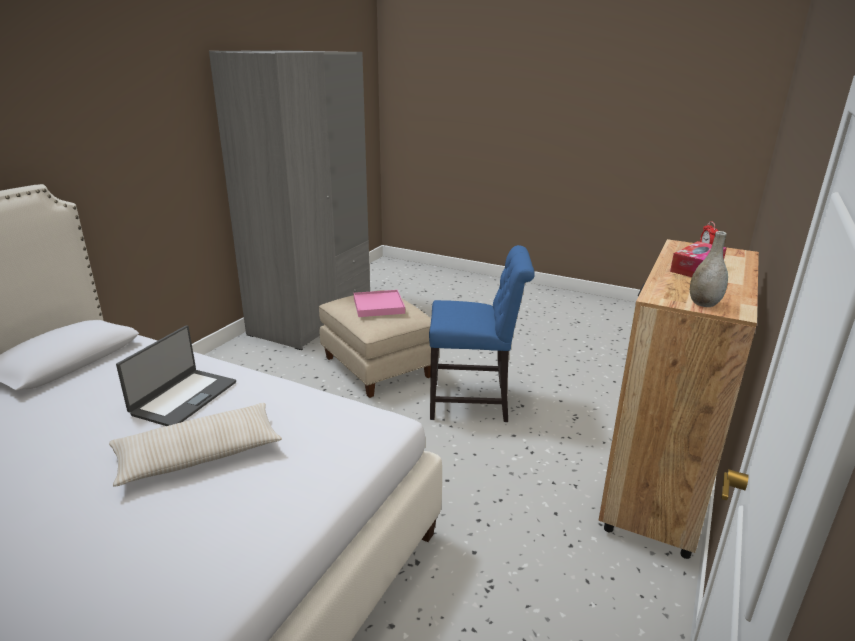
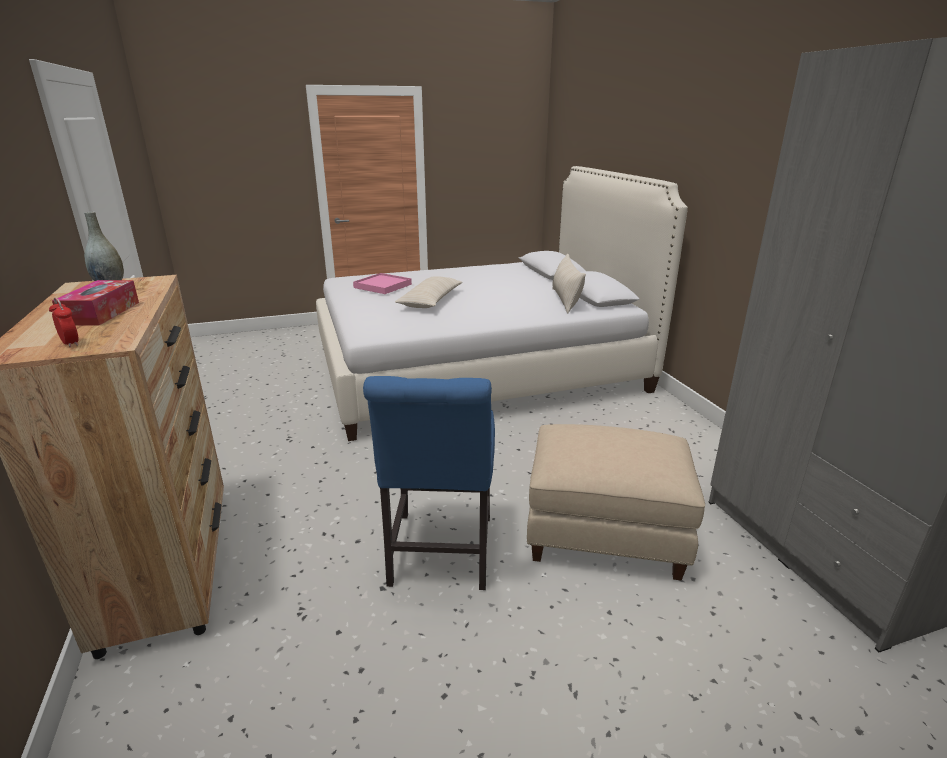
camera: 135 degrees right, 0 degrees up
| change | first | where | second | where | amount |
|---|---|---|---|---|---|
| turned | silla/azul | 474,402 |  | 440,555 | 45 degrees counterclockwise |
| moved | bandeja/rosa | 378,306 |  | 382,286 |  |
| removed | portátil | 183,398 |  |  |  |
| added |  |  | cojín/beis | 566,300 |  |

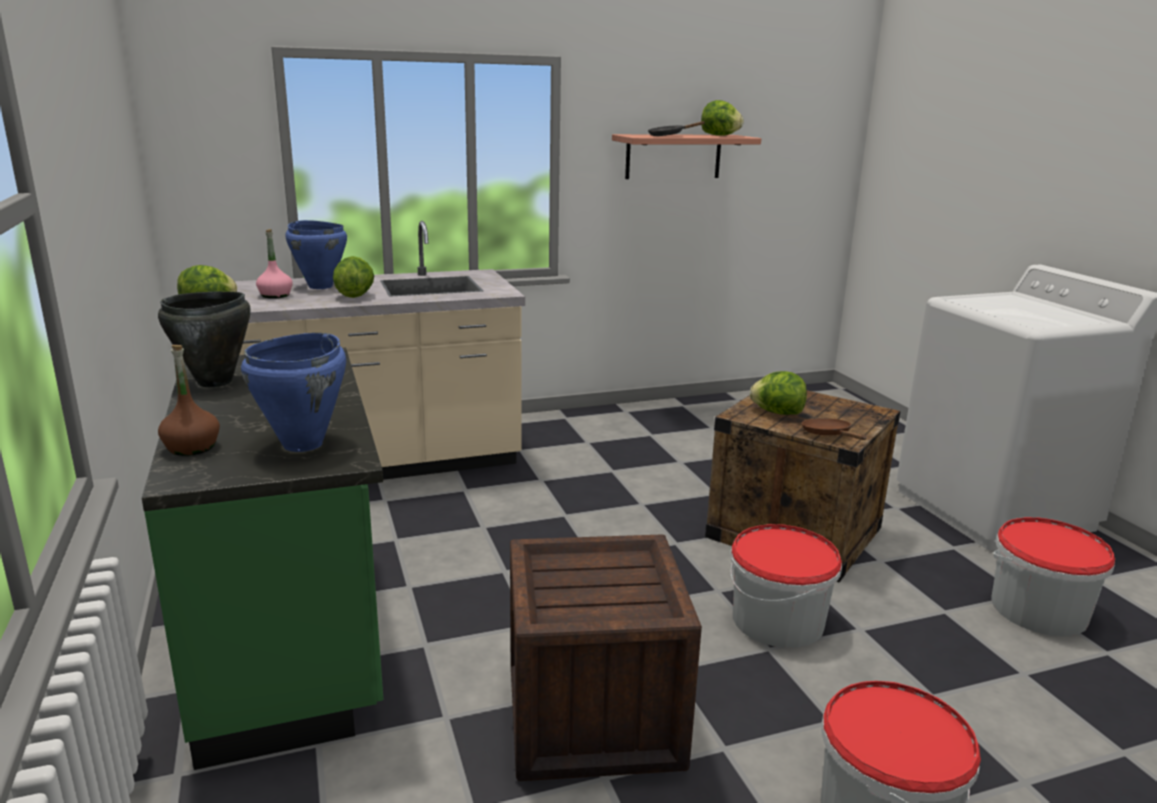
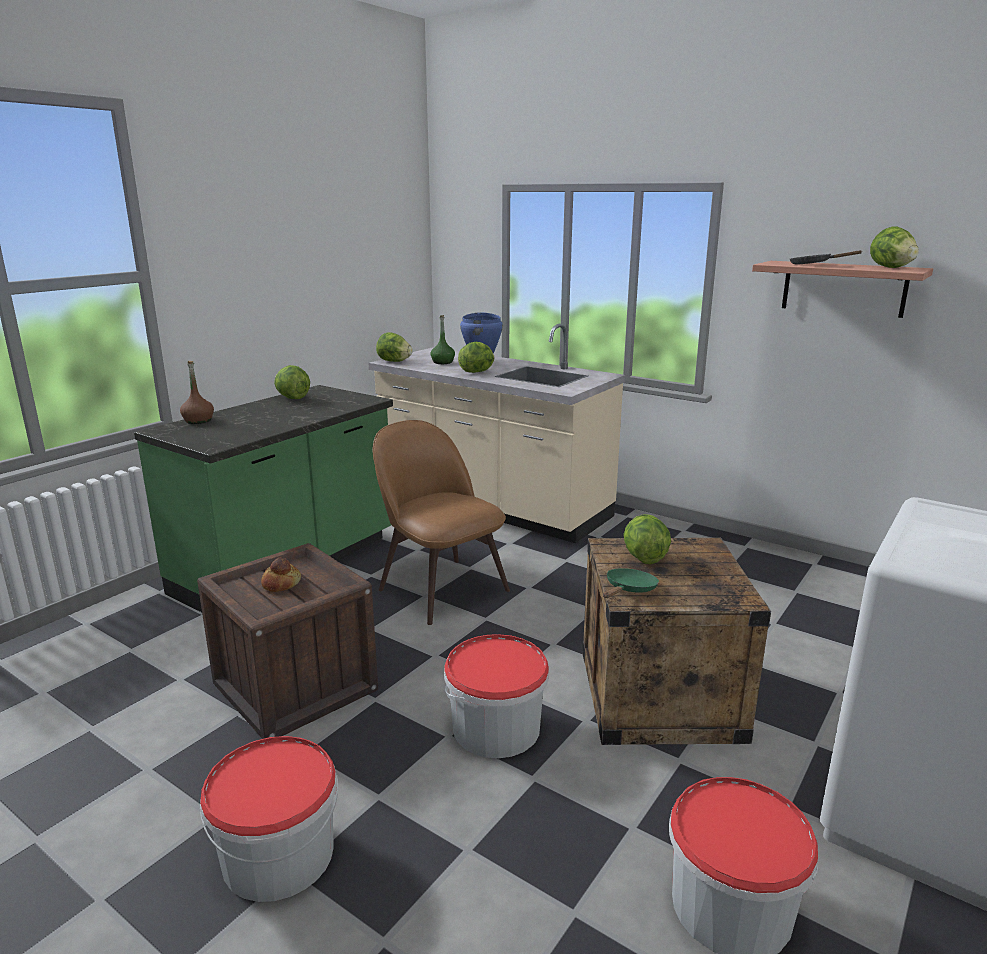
camera: 55 degrees right, 0 degrees up
| change | first | where | second | where | amount |
|---|---|---|---|---|---|
| recoloured | botella/rosa | 275,295 | botella/verde | 442,362 |  |
| replaced | olla/negro | 215,382 | lechuga | 292,398 |  |
| removed | olla/azul | 304,444 |  |  |  |
| recoloured | sartén/marrón | 829,435 | sartén/verde | 629,590 |  |
| added |  |  | silla/marrón | 440,587 |  |
| added |  |  | pan | 281,583 |  |

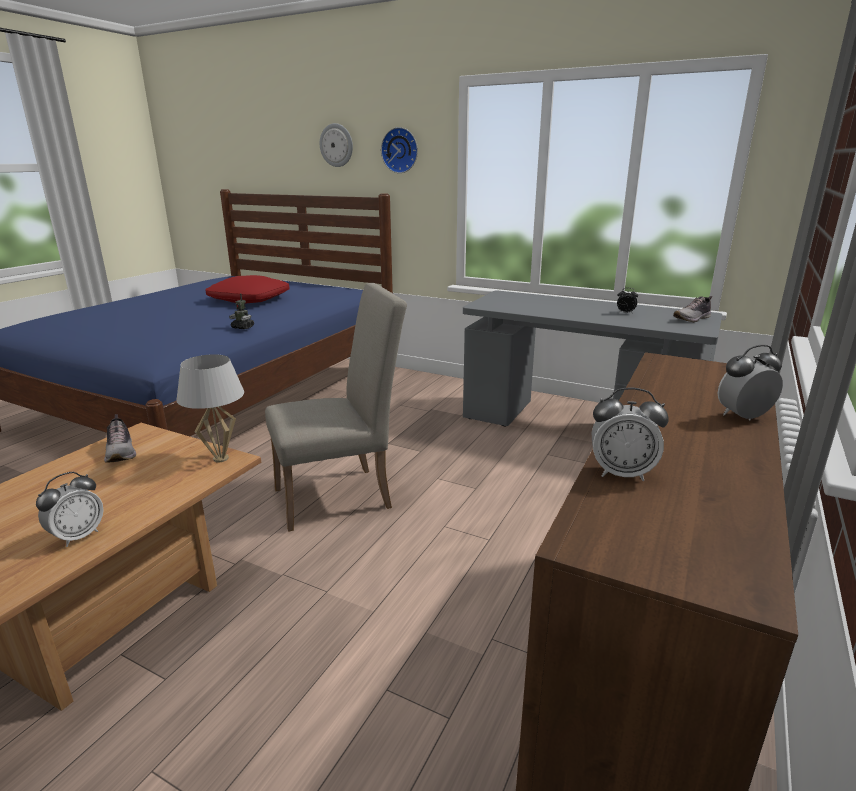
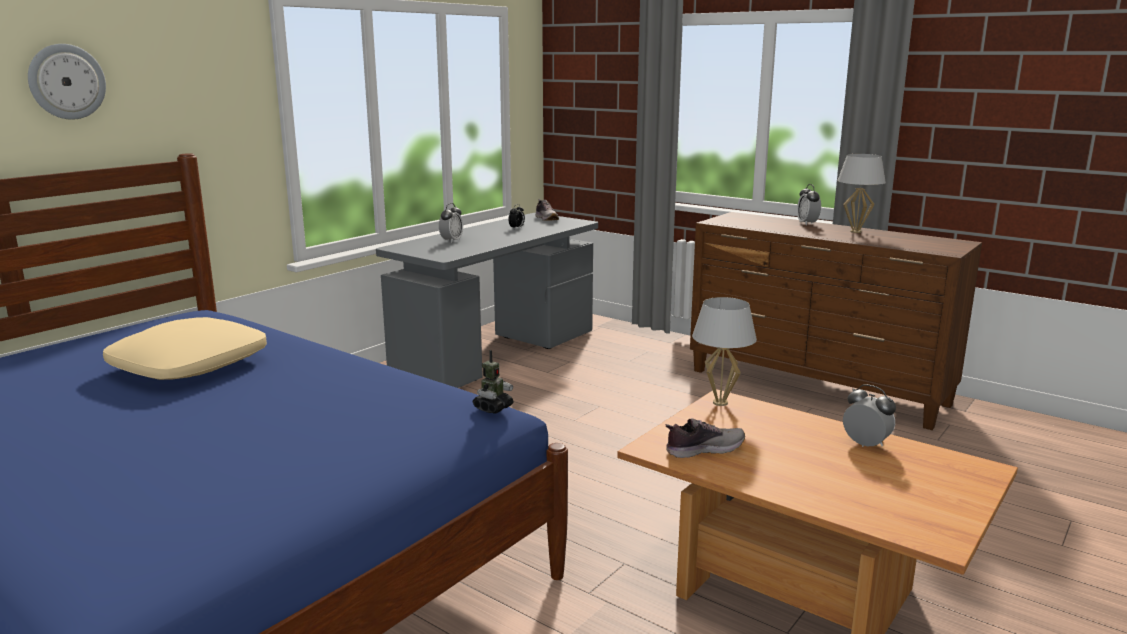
camera: 80 degrees left, 5 degrees down
| change | first | where | second | where | amount |
|---|---|---|---|---|---|
| removed | reloj de pared | 400,150 |  |  |  |
| recoloured | cojín/rojo | 250,299 | cojín/beis | 189,365 |  |
| removed | silla/beis | 342,496 |  |  |  |
| moved | robot de juguete | 243,327 |  | 493,408 |  |
| moved | despertador | 621,473 |  | 451,241 |  |
| added |  |  | lámpara de mesa/blanco | 856,231 |  |

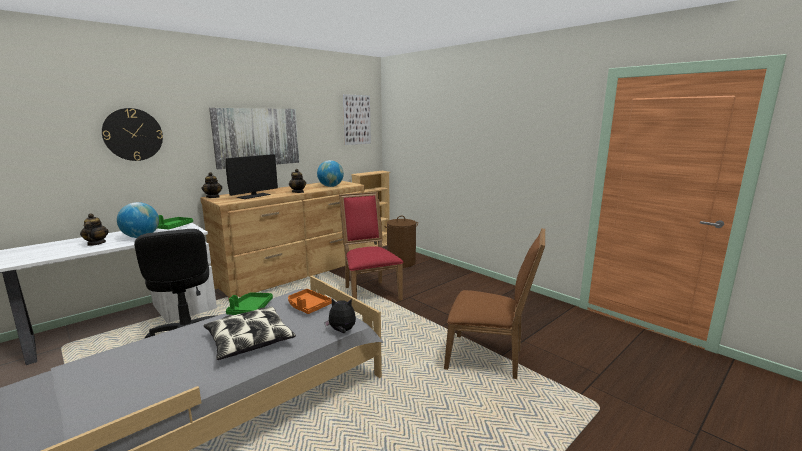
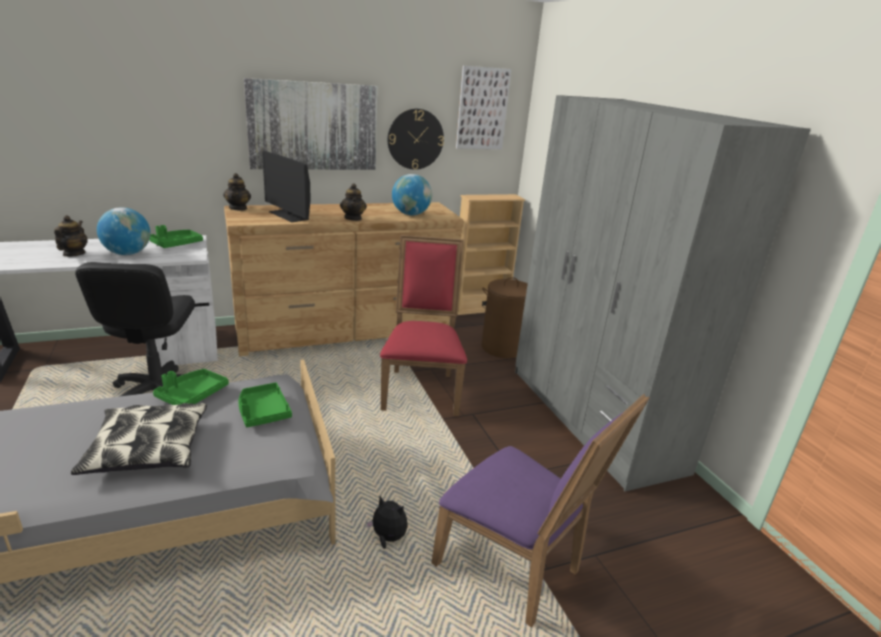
camera: 20 degrees right, 10 degrees up
| change | first | where | second | where | amount |
|---|---|---|---|---|---|
| moved | reloj de pared | 133,134 |  | 415,139 |  |
| turned | monitor | 254,196 |  | 288,215 | 75 degrees clockwise |
| recoloured | silla/marrón | 489,358 | silla/morado | 515,569 |  |
| recoloured | bandeja/naranja | 308,306 | bandeja/verde | 263,412 |  |
| moved | peluche | 342,331 |  | 387,538 |  |
| added |  |  | armario ropero/gris | 592,418 |  |

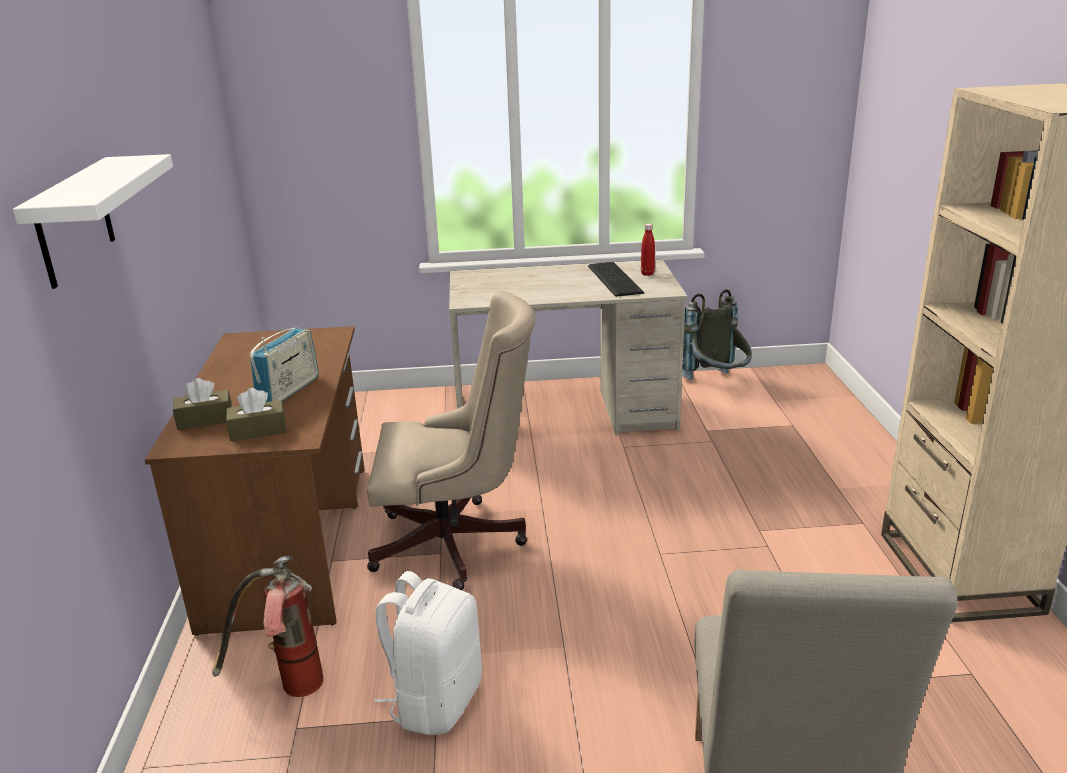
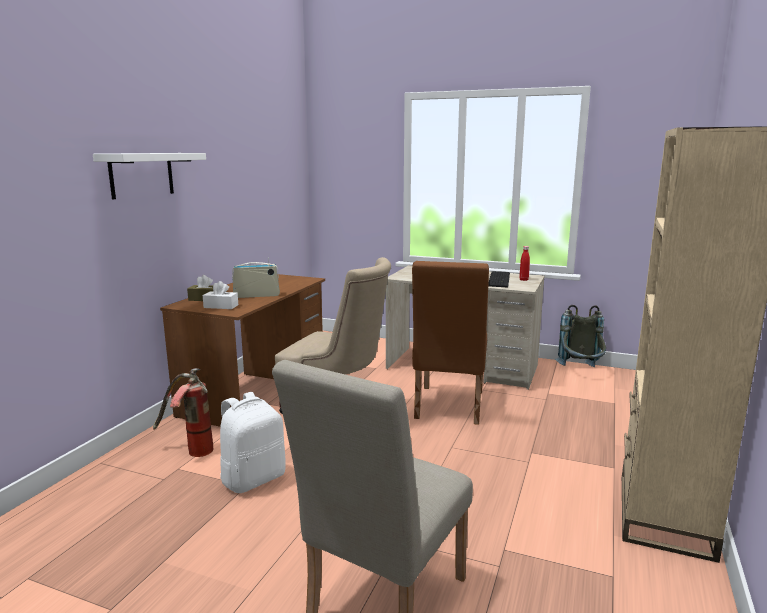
camera: 25 degrees right, 10 degrees down
| change | first | where | second | where | amount |
|---|---|---|---|---|---|
| turned | radio | 288,390 |  | 256,295 | 150 degrees counterclockwise |
| recoloured | caja de pañuelos/marrón | 258,430 | caja de pañuelos/blanco | 221,306 |  |
| added |  |  | silla/marrón | 448,408 |  |

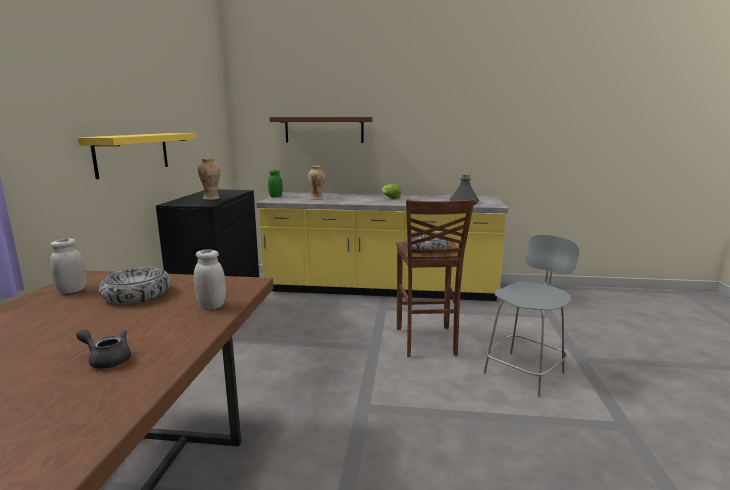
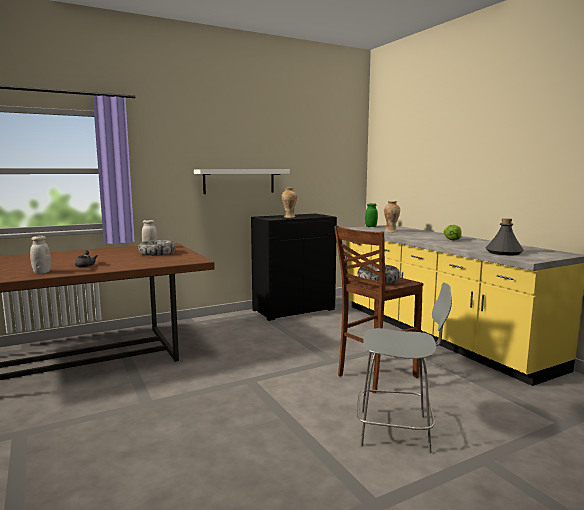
camera: 55 degrees right, 5 degrees down
| change | first | where | second | where | amount |
|---|---|---|---|---|---|
| removed | estante/marrón | 324,130 |  |  |  |
| recoloured | estante/amarillo | 133,153 | estante/blanco | 239,181 |  |
| moved | tarro/blanco | 212,305 |  | 42,272 |  |

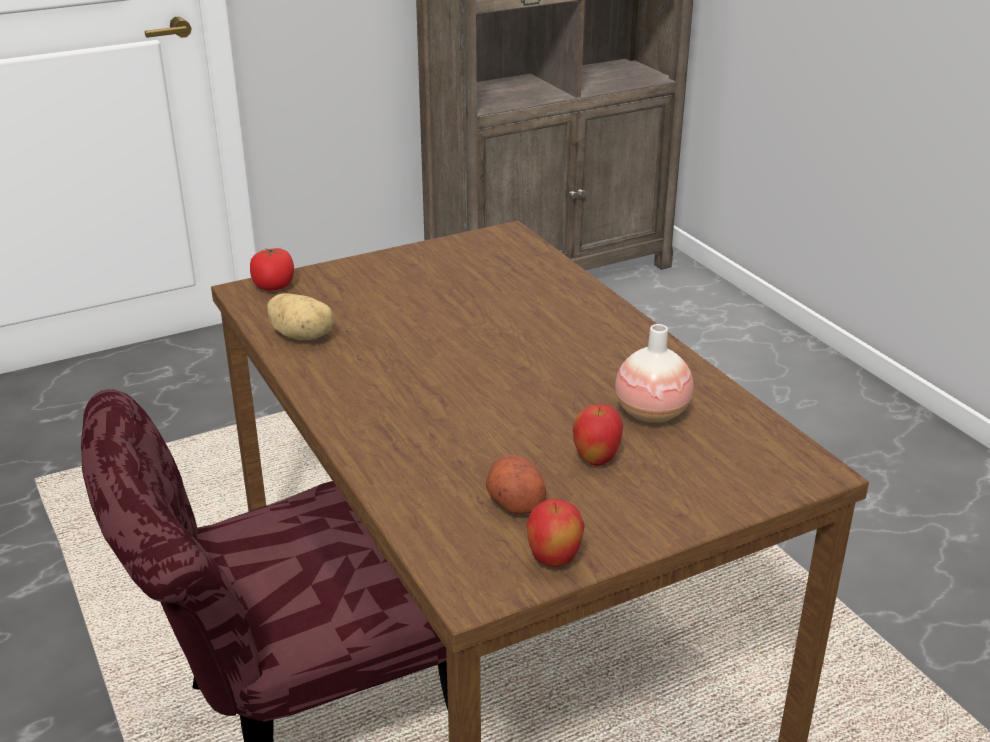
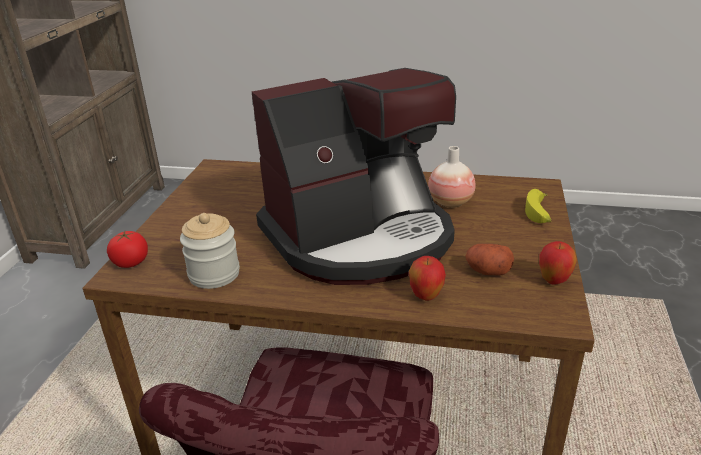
camera: 50 degrees left, 0 degrees up
| change | first | where | second | where | amount |
|---|---|---|---|---|---|
| replaced | patata | 303,336 | tarro | 214,274 |  |
| moved | manzana | 596,460 |  | 426,296 |  |
| added |  |  | cafetera | 360,238 |  |
| added |  |  | plátano | 539,213 |  |

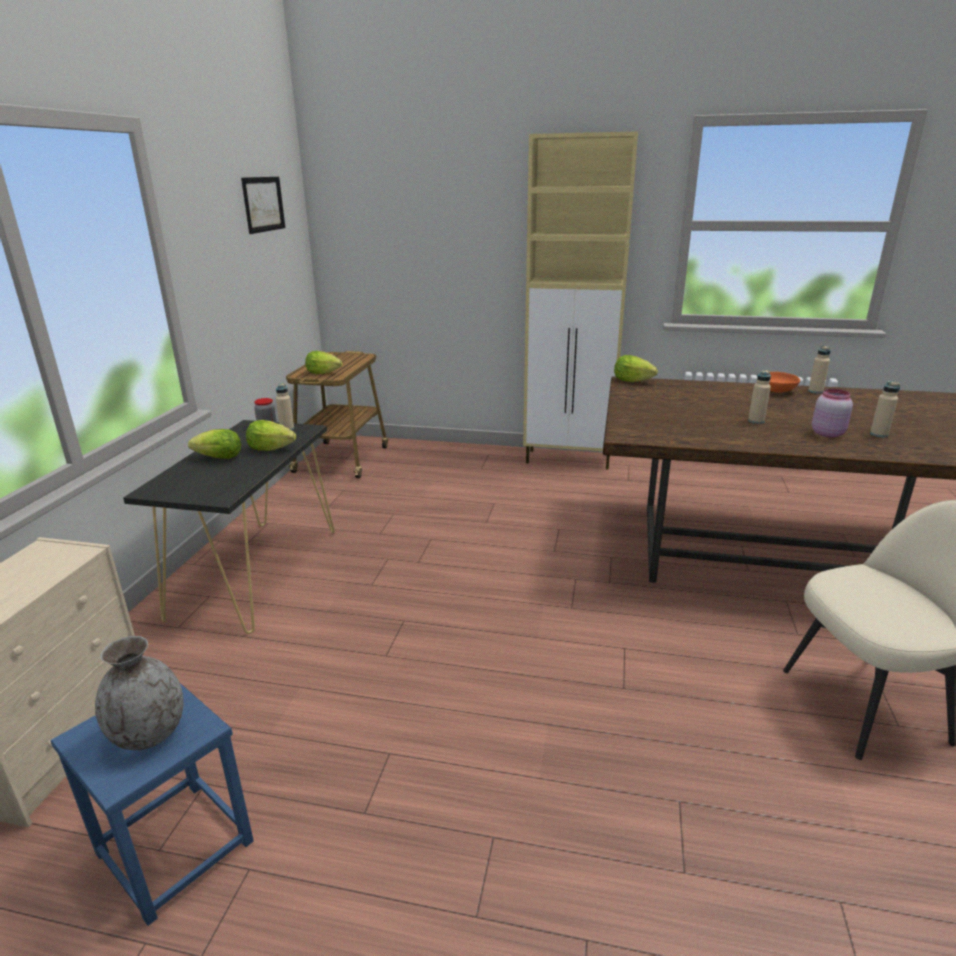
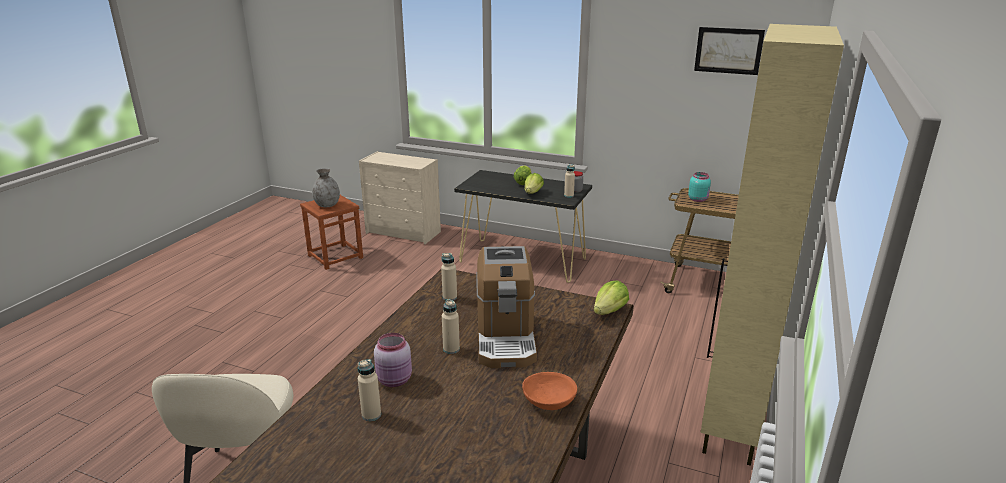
camera: 100 degrees right, 0 degrees up
| change | first | where | second | where | amount |
|---|---|---|---|---|---|
| moved | botella/beis | 815,391 |  | 449,297 |  |
| replaced | lechuga | 323,373 | tarro/turquesa | 698,199 |  |
| recoloured | taburete/azul | 174,848 | taburete/marrón | 335,256 |  |
| added |  |  | cafetera | 505,338 |  |

